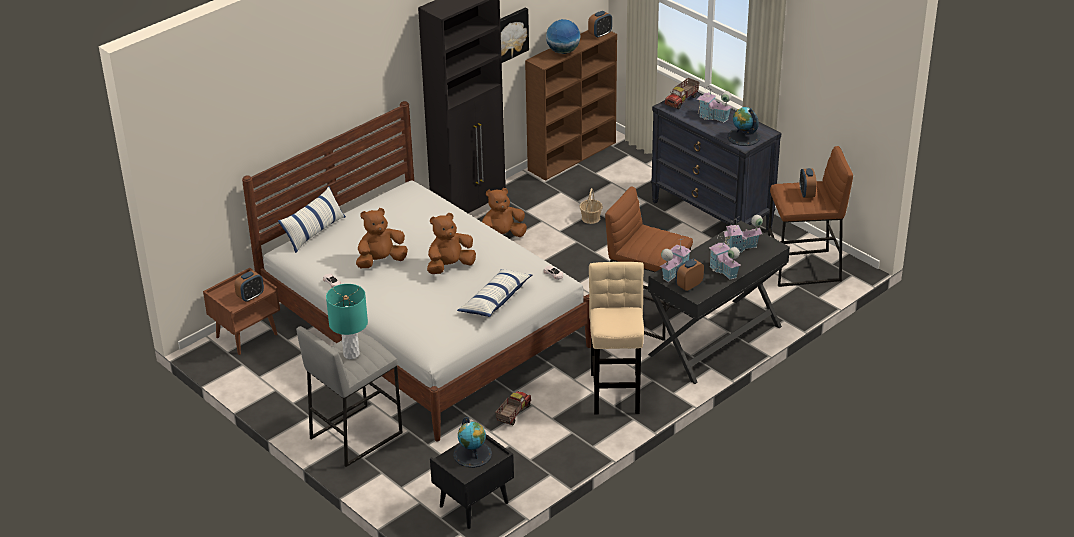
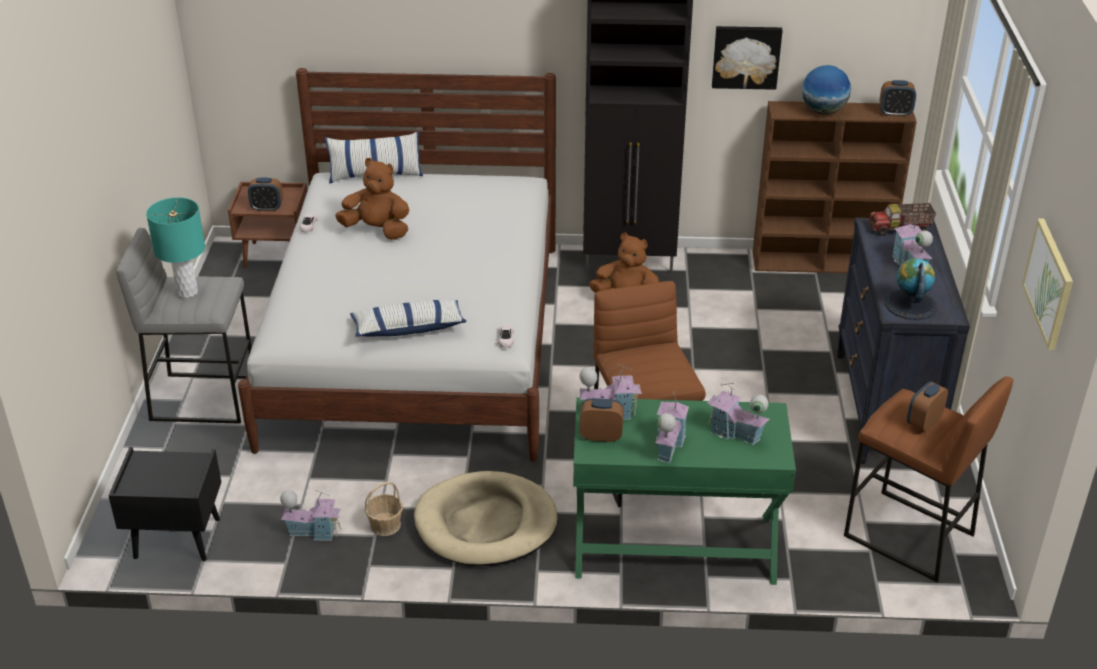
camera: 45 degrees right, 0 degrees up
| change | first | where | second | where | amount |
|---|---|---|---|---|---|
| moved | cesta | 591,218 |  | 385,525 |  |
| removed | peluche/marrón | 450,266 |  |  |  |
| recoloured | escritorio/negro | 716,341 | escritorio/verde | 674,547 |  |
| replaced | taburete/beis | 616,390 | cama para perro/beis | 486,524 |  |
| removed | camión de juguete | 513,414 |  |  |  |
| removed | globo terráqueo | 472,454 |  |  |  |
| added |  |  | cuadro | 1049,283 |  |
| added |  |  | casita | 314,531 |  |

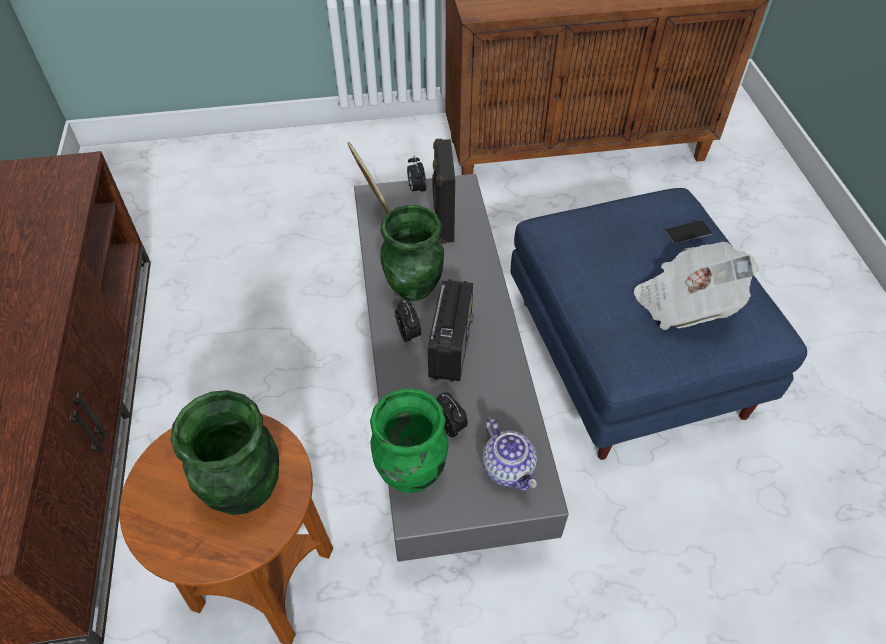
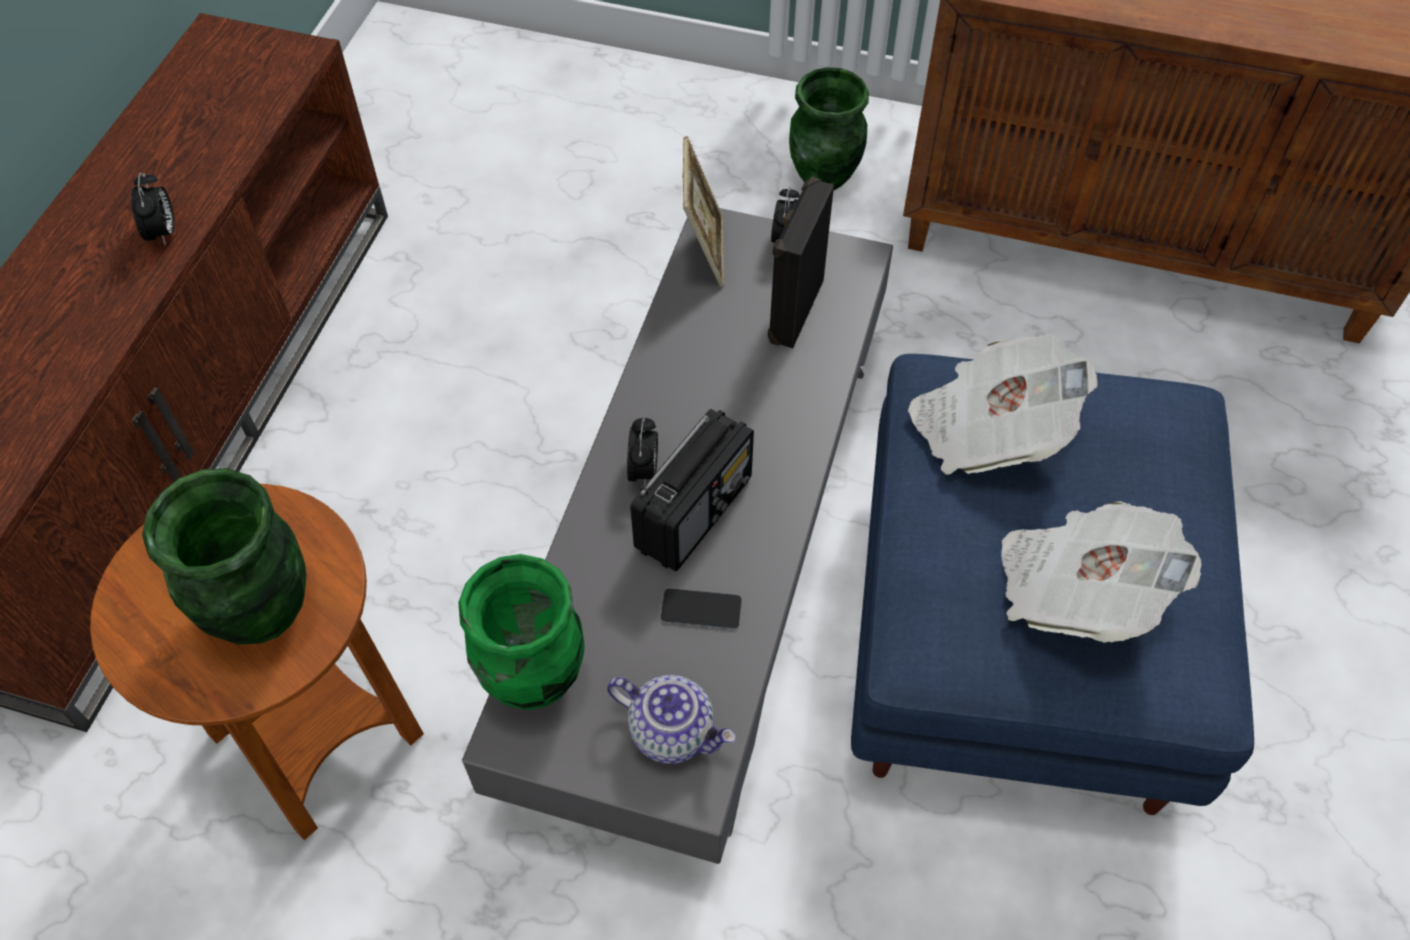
camera: 25 degrees right, 5 degrees up
| change | first | where | second | where | amount |
|---|---|---|---|---|---|
| moved | florero/verde | 414,288 |  | 824,177 |  |
| moved | móvil | 688,232 |  | 701,609 |  |
| moved | despertador | 450,427 |  | 163,233 |  |
| turned | tetera | 509,468 |  | 673,731 | 60 degrees counterclockwise |
| added |  |  | periódico | 989,429 |  |

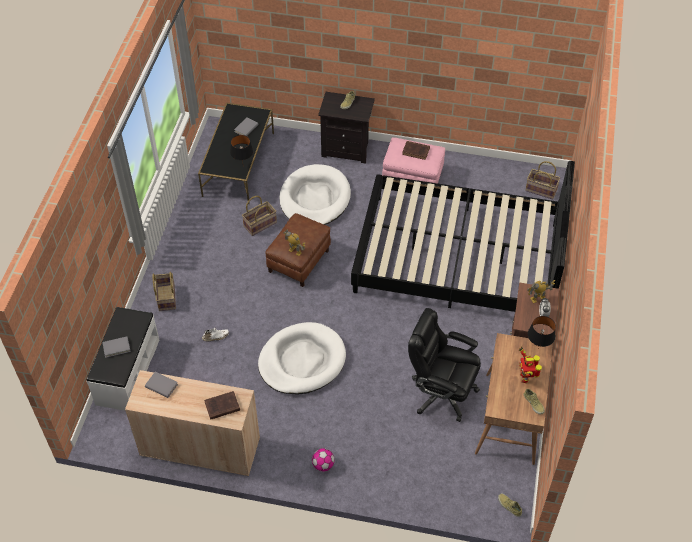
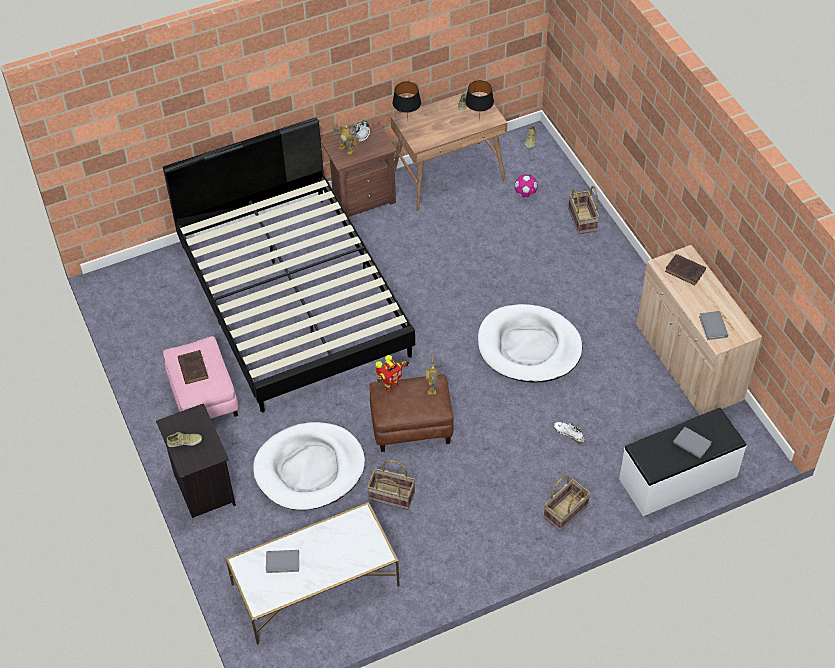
camera: 125 degrees left, 0 degrees up
| change | first | where | second | where | amount |
|---|---|---|---|---|---|
| recoloured | mesa de centro/negro | 238,164 | mesa de centro/blanco | 315,584 |  |
| moved | lámpara de mesa/negro | 243,166 |  | 478,120 |  |
| moved | cesta | 540,190 |  | 583,220 |  |
| removed | silla de oficina/negro | 441,392 |  |  |  |
| moved | robot de juguete | 525,377 |  | 390,385 |  |
| moved | balón de fútbol | 323,465 |  | 525,193 |  |

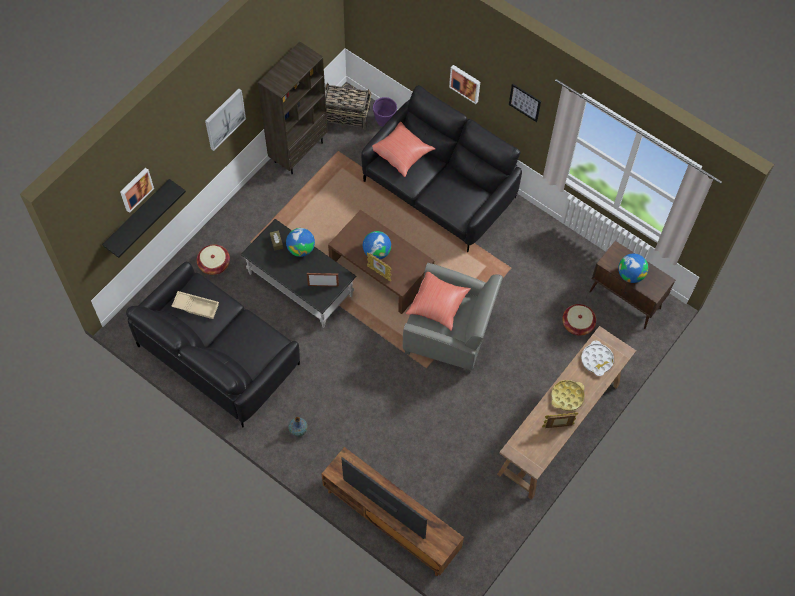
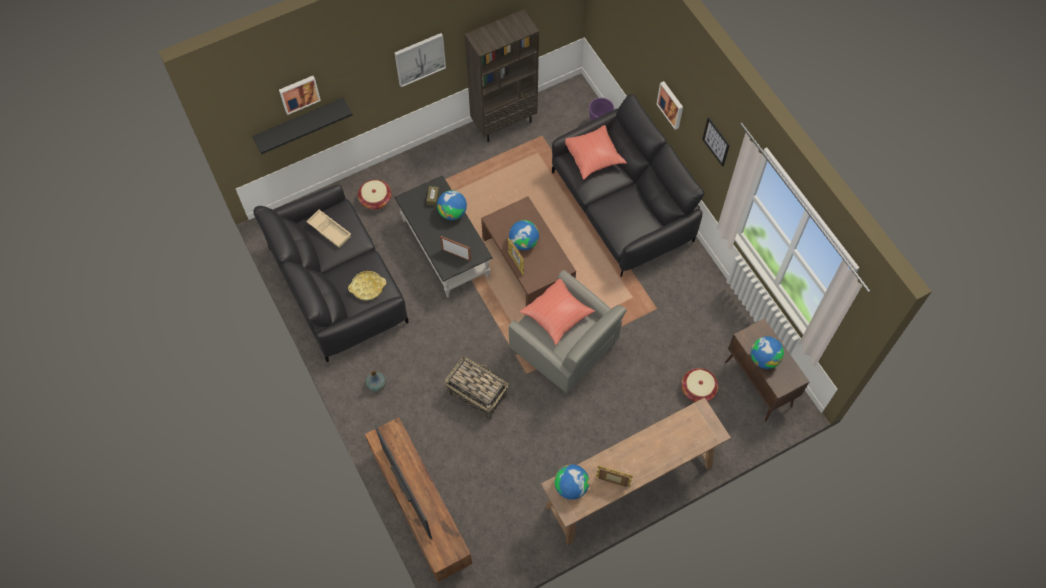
camera: 25 degrees right, 0 degrees up
| change | first | where | second | where | amount |
|---|---|---|---|---|---|
| moved | cesta | 345,115 |  | 476,394 |  |
| removed | bandeja/blanco | 597,360 |  |  |  |
| moved | bandeja/amarillo | 567,396 |  | 367,287 |  |
| added |  |  | globo terráqueo | 571,487 |  |

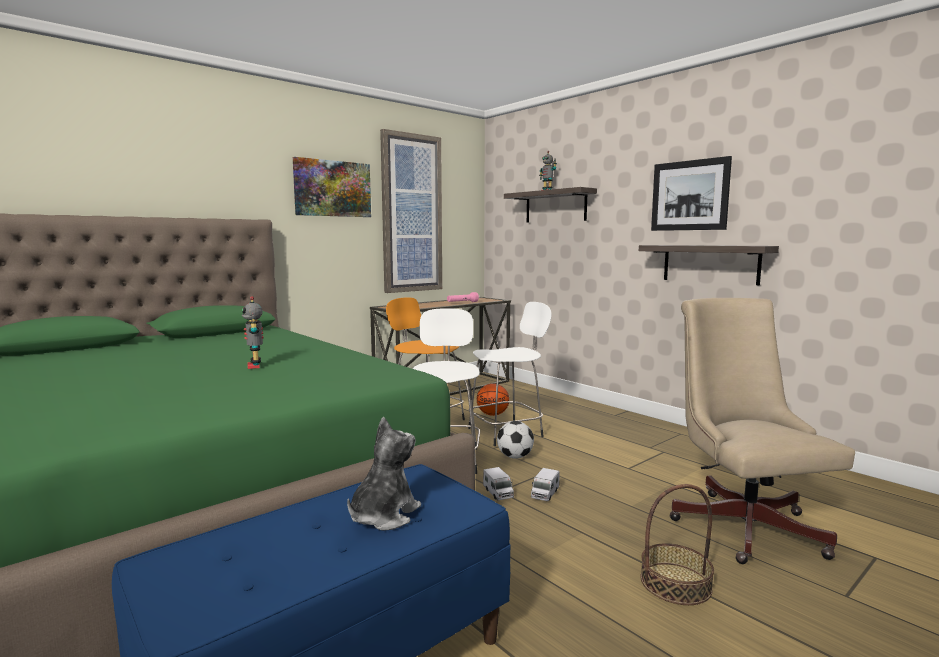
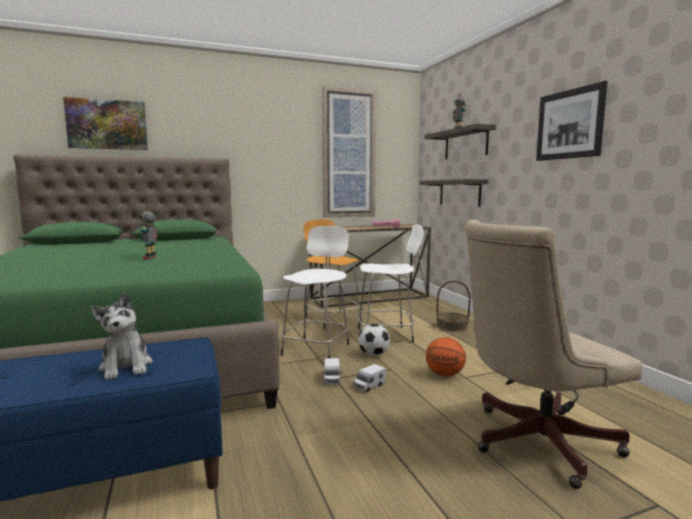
camera: 20 degrees right, 0 degrees up
| change | first | where | second | where | amount |
|---|---|---|---|---|---|
| moved | cuadro | 332,188 |  | 107,124 |  |
| moved | estante | 710,263 |  | 459,192 |  |
| turned | silla de oficina/beis | 743,522 |  | 533,442 | 120 degrees counterclockwise |
| moved | balón de baloncesto | 493,414 |  | 445,374 |  |
| turned | peluche | 383,515 |  | 126,366 | 105 degrees clockwise |
| moved | cesta | 675,583 |  | 452,327 |  |

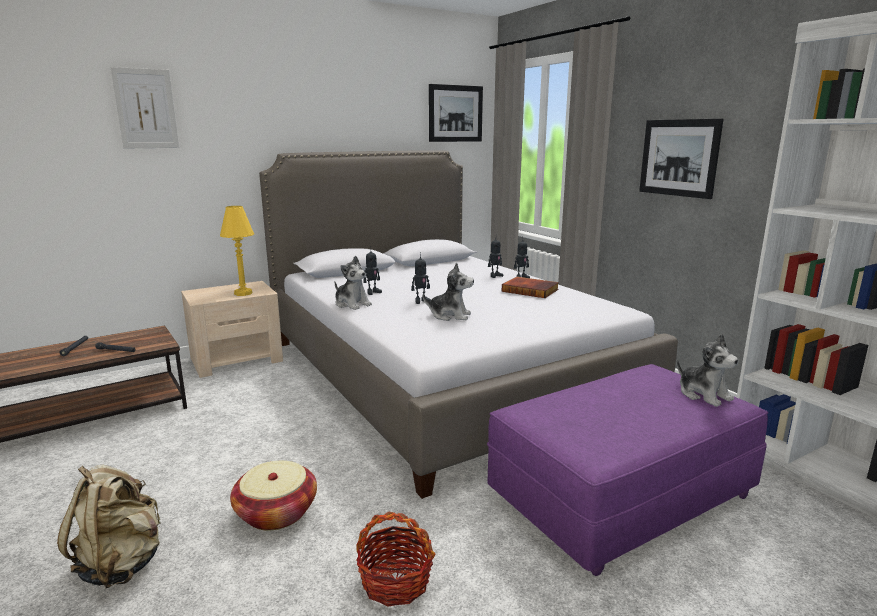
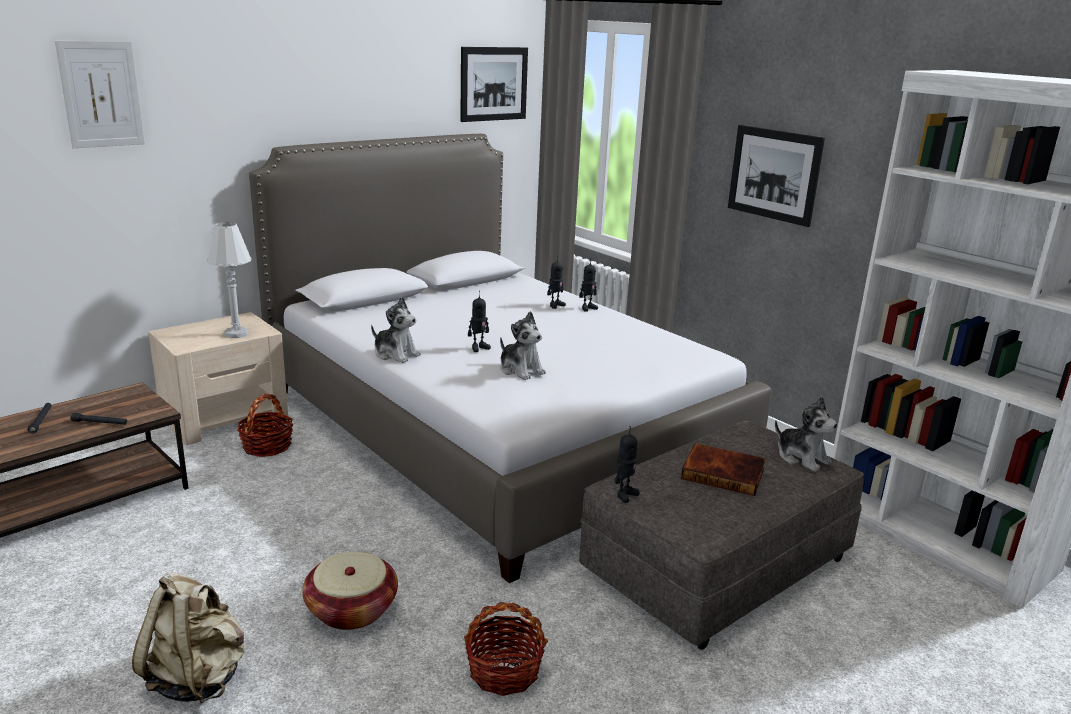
camera: 10 degrees left, 5 degrees up
| change | first | where | second | where | amount |
|---|---|---|---|---|---|
| recoloured | lámpara de mesa/amarillo | 243,293 | lámpara de mesa/blanco | 236,334 |  |
| moved | robot de juguete | 372,292 |  | 624,495 |  |
| turned | peluche | 450,316 |  | 521,370 | 45 degrees clockwise |
| moved | libro | 530,290 |  | 724,473 |  |
| recoloured | puf/morado | 621,492 | puf/gris | 717,562 |  |
| added |  |  | cesta | 267,446 |  |

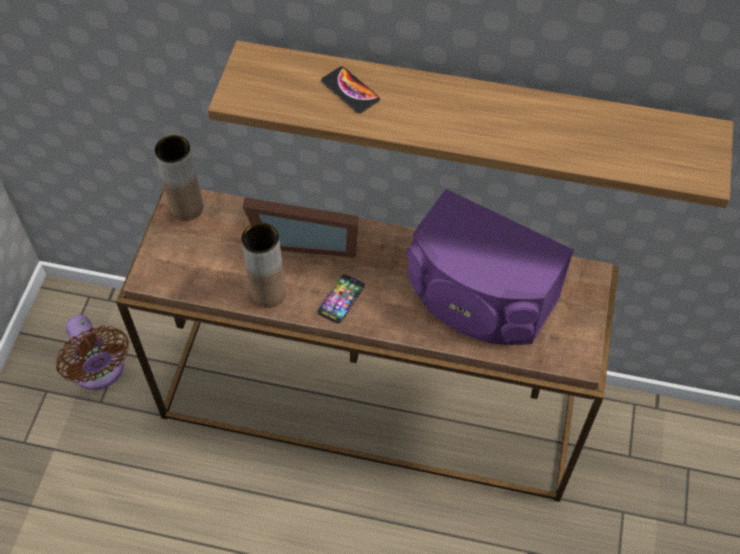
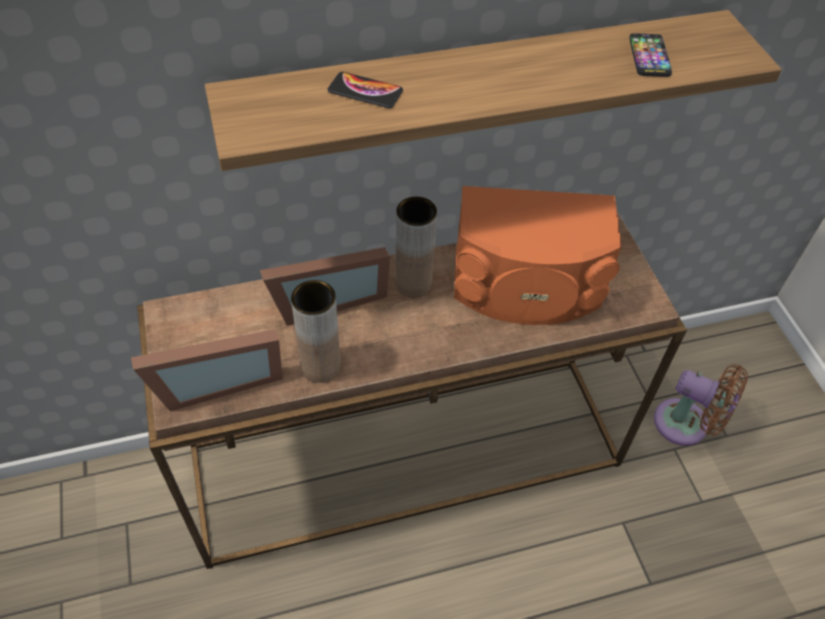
camera: 30 degrees left, 5 degrees down
| change | first | where | second | where | amount |
|---|---|---|---|---|---|
| moved | florero/marrón | 187,208 |  | 413,283 |  |
| recoloured | altavoz/morado | 479,298 | altavoz/naranja | 527,286 |  |
| moved | móvil | 341,299 |  | 649,56 |  |
| moved | ventilador/marrón | 100,371 |  | 686,425 |  |
| added |  |  | portarretratos | 216,381 |  |

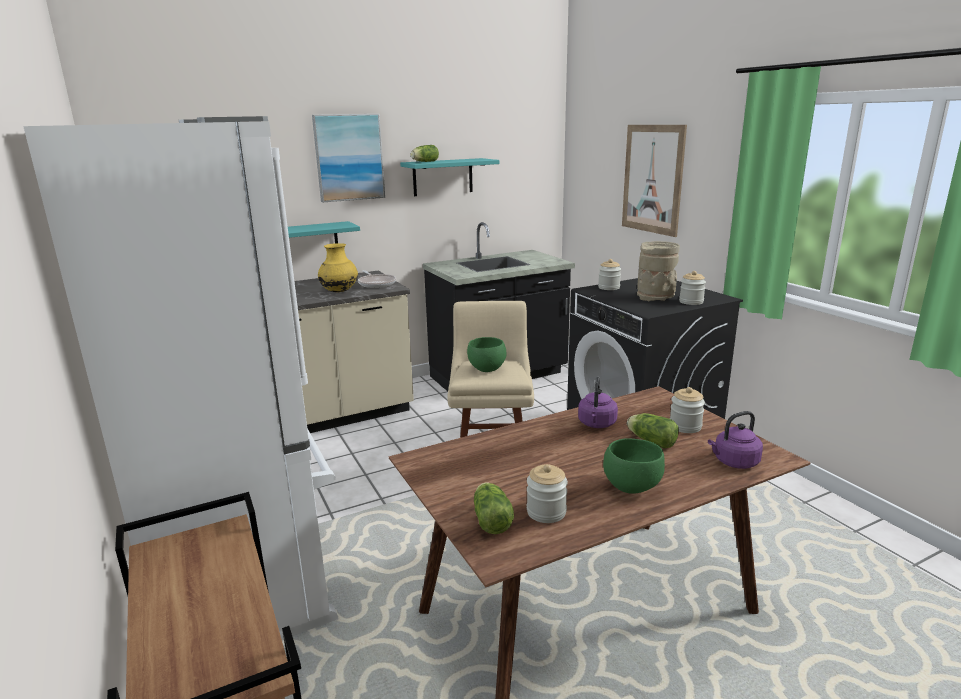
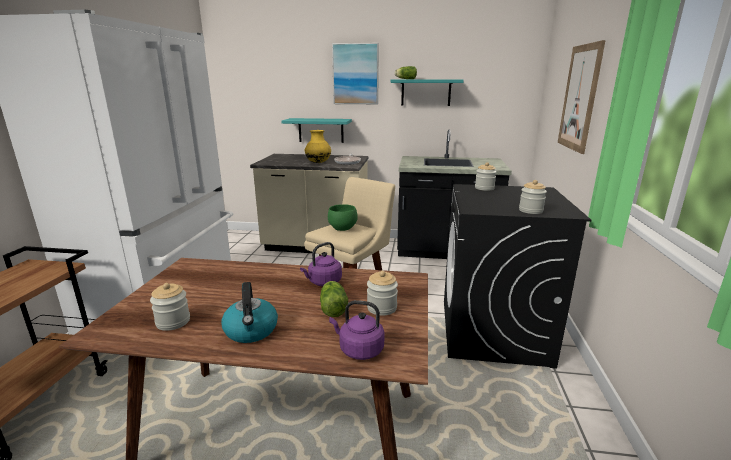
camera: 35 degrees right, 0 degrees up
| change | first | where | second | where | amount |
|---|---|---|---|---|---|
| removed | florero/beis | 656,297 |  |  |  |
| replaced | cuenco/verde | 631,486 | hervidor | 251,331 |  |
| removed | lechuga | 491,519 |  |  |  |

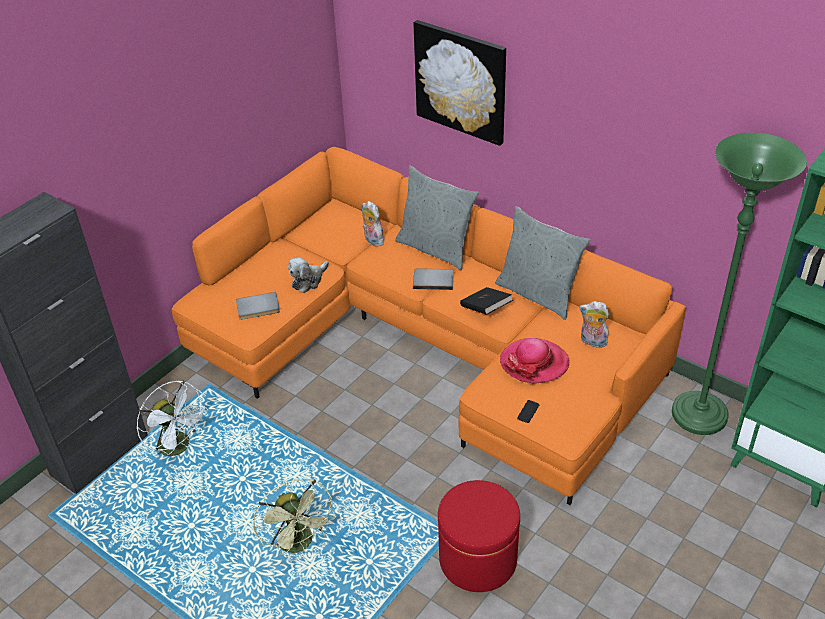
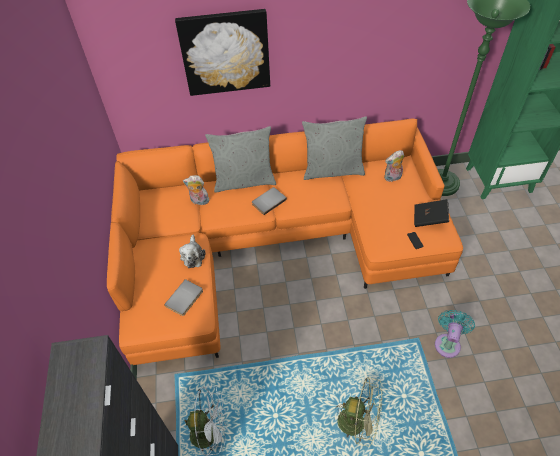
camera: 45 degrees left, 10 degrees up
| change | first | where | second | where | amount |
|---|---|---|---|---|---|
| moved | libro/negro | 485,309 |  | 429,219 |  |
| removed | sombrero | 534,363 |  |  |  |
| replaced | puf/rojo | 478,559 | ventilador/turquesa | 448,343 |  |

